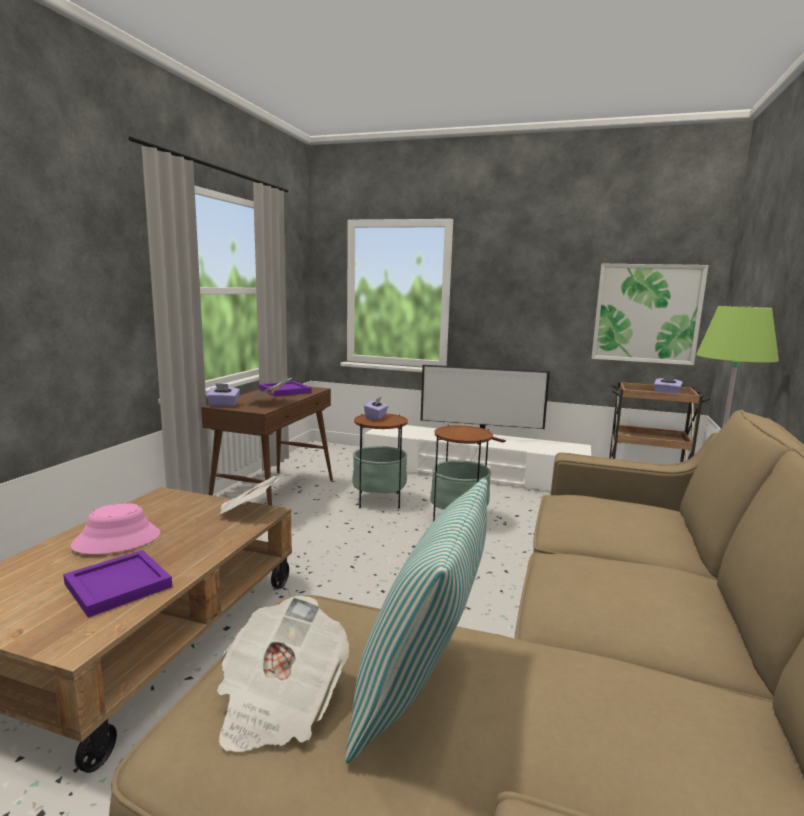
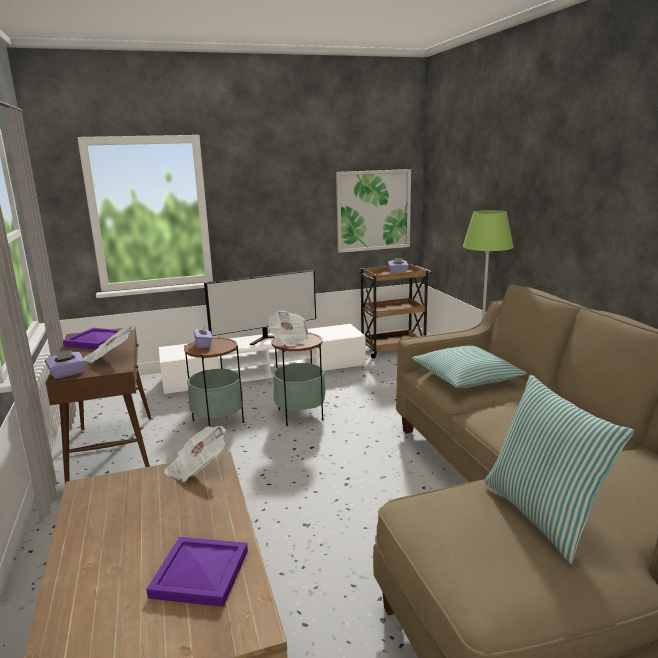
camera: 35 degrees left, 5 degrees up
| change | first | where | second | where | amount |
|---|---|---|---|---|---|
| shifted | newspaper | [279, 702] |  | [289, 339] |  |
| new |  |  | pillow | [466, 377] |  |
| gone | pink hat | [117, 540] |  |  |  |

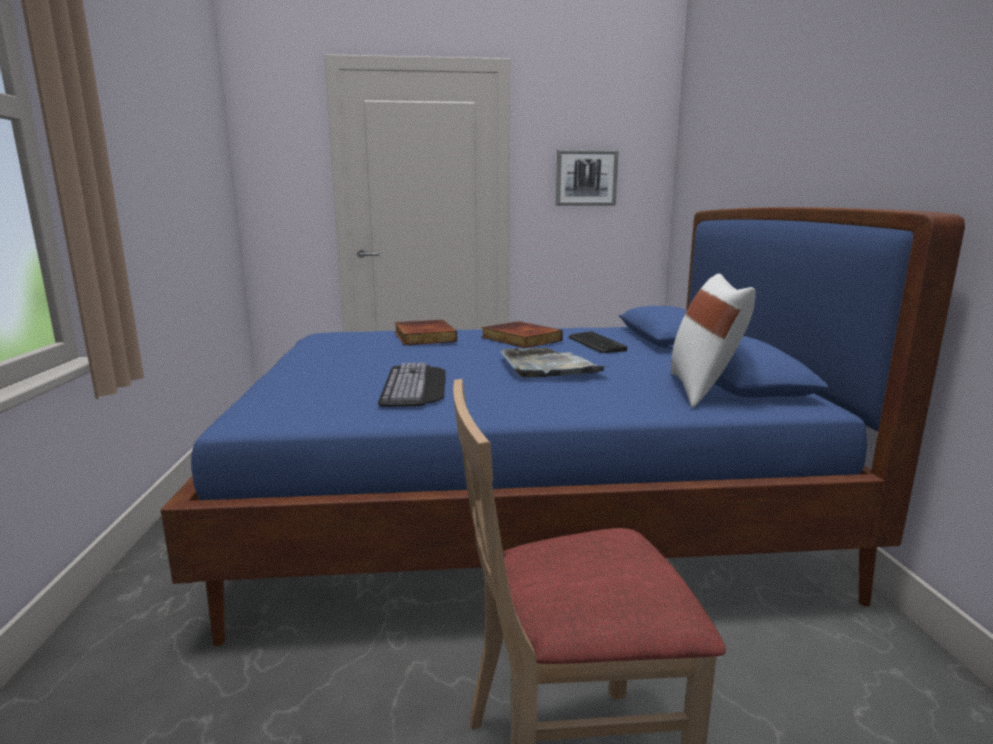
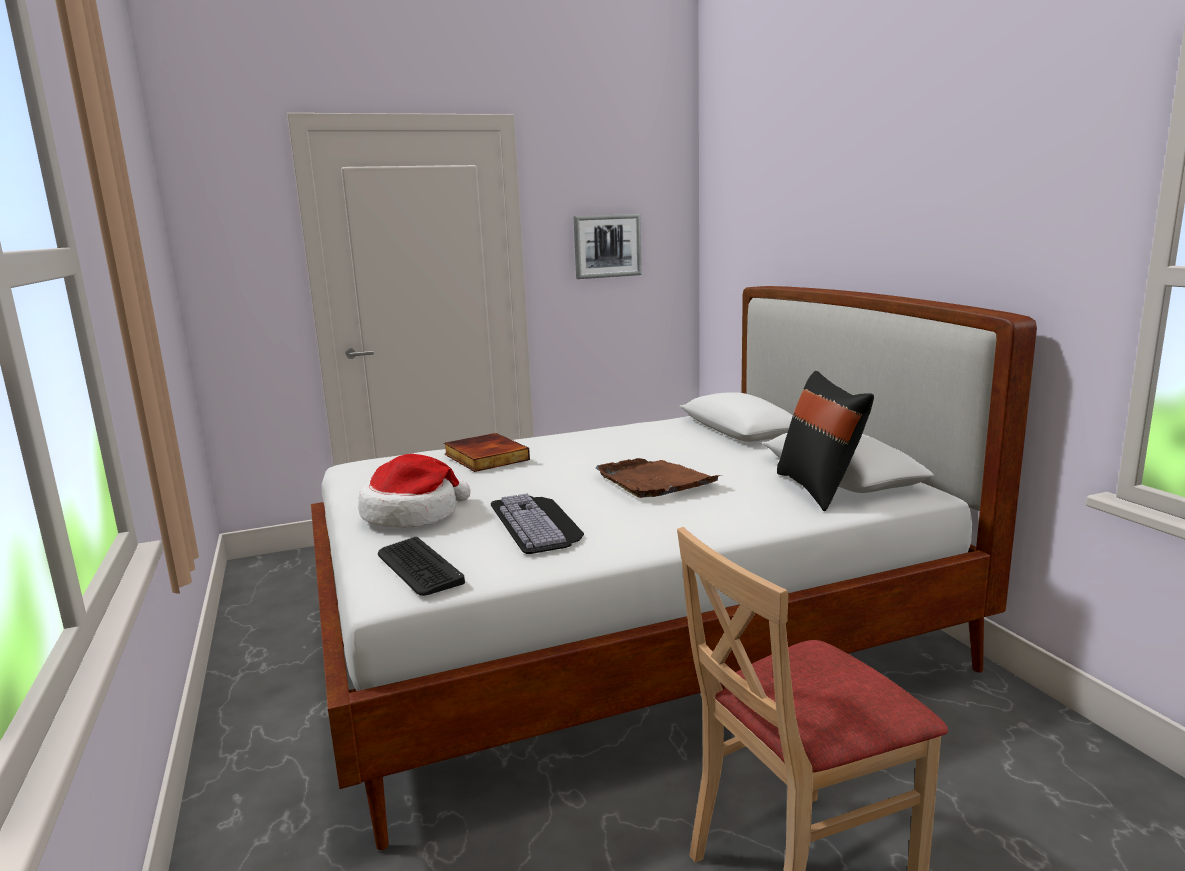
camera: 15 degrees left, 0 degrees up
| change | first | where | second | where | amount |
|---|---|---|---|---|---|
| repainted | blue bed | [522, 510] | white bed | [624, 637] |  |
| new |  |  | hat | [413, 514] |  |
| shifted | keyboard | [595, 343] |  | [418, 567] |  |
| repainted | grey tray | [548, 367] | brown tray | [654, 481] |  |
| repainted | white pillow | [703, 390] | black pillow | [819, 489] |  |
| gone | book | [520, 339] |  |  |  |

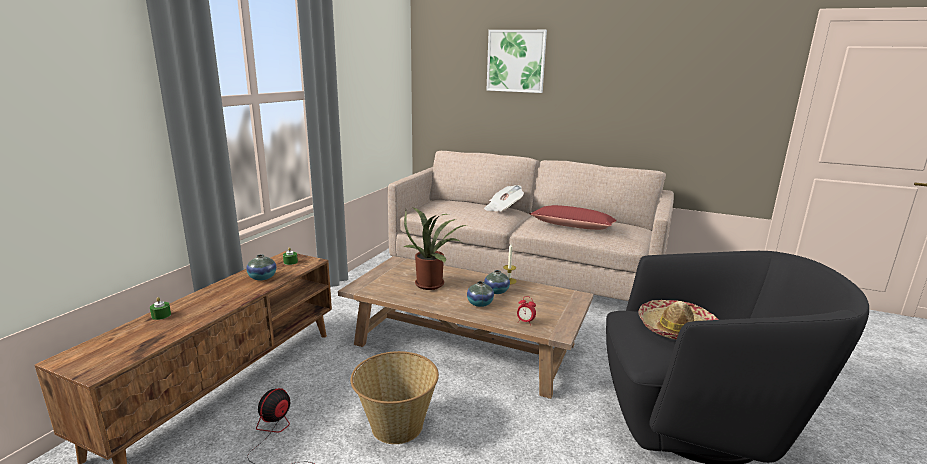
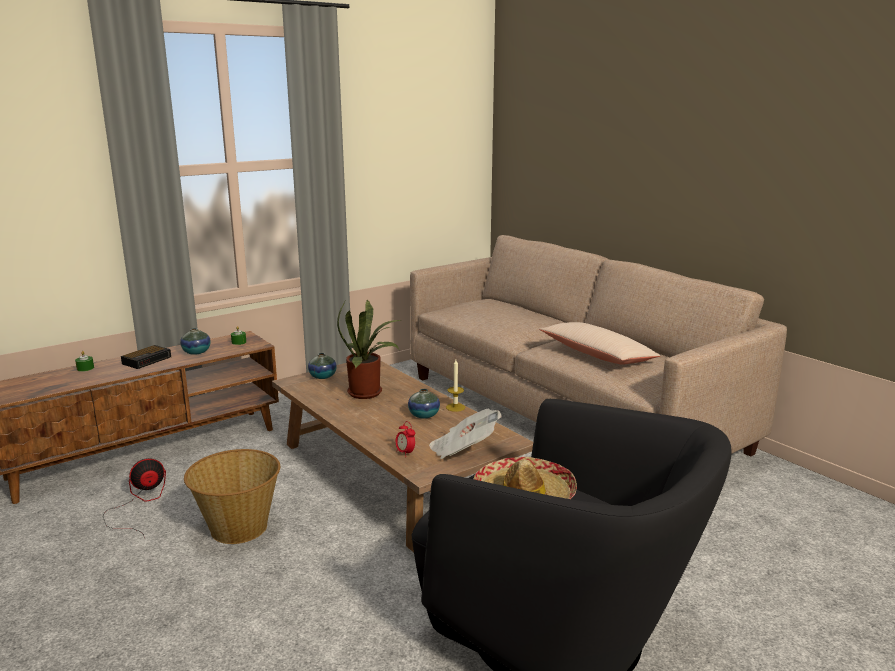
camera: 30 degrees right, 0 degrees up
| change | first | where | second | where | amount |
|---|---|---|---|---|---|
| new |  |  | alarm clock | [147, 360] |  |
| shifted | vase | [480, 304] |  | [322, 376] |  |
| shifted | newspaper | [503, 208] |  | [463, 450] |  |
| repainted | red pillow | [572, 226] | beige pillow | [597, 355] |  |
| gone | picture | [516, 61] |  |  |  |

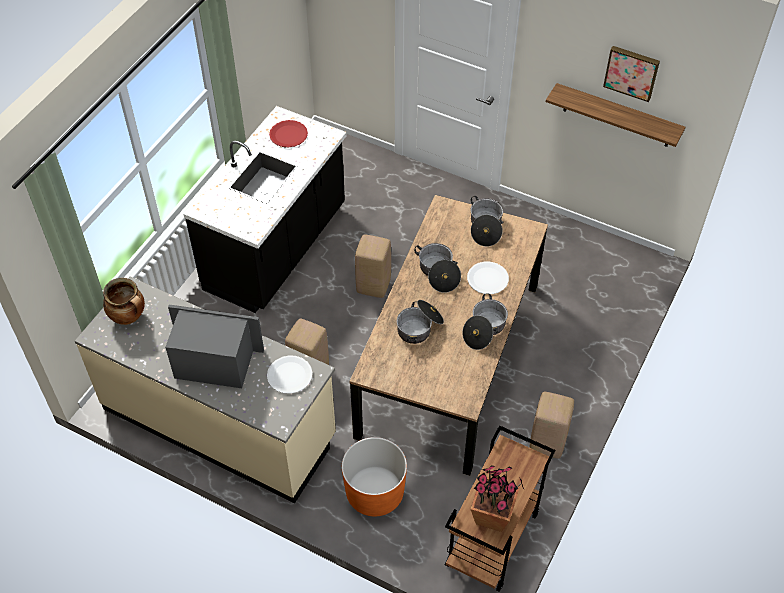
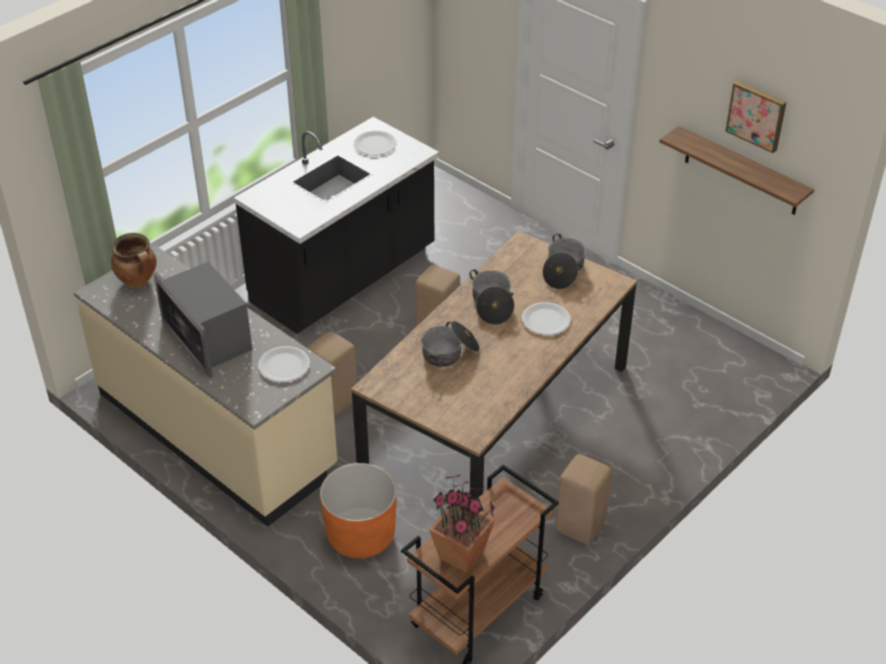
camera: 15 degrees right, 10 degrees down
| change | first | where | second | where | amount |
|---|---|---|---|---|---|
| rotated | microwave | [214, 362] |  | [209, 339] | 150 degrees counterclockwise |
| repainted | red plate | [288, 135] | white plate | [375, 144] |  |
| gone | cooking pot | [484, 329] |  |  |  |

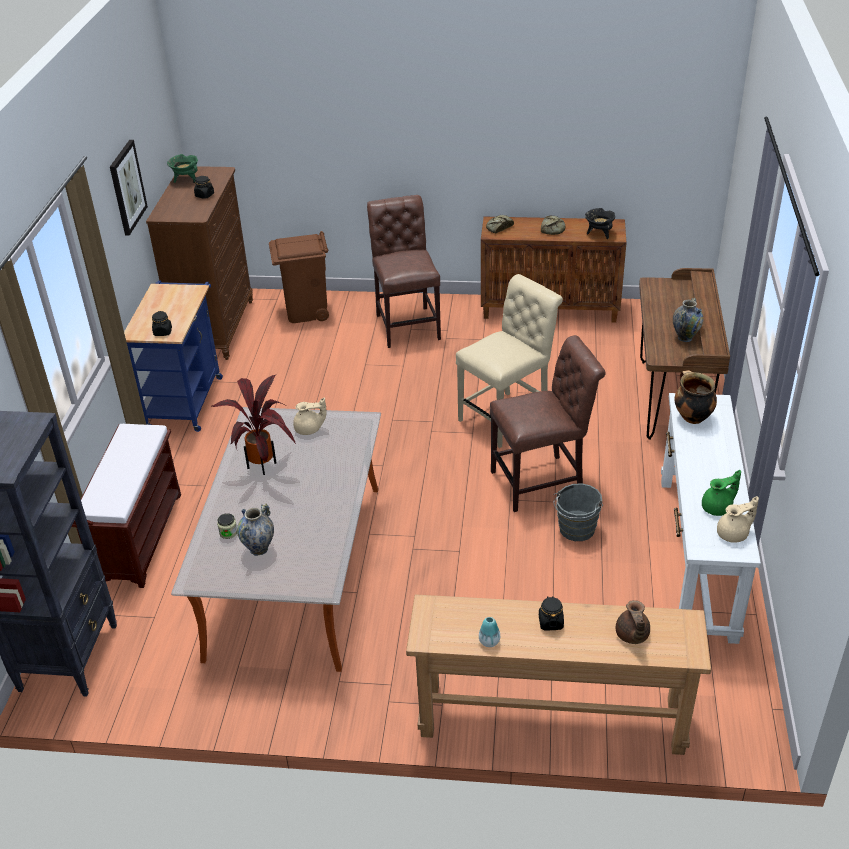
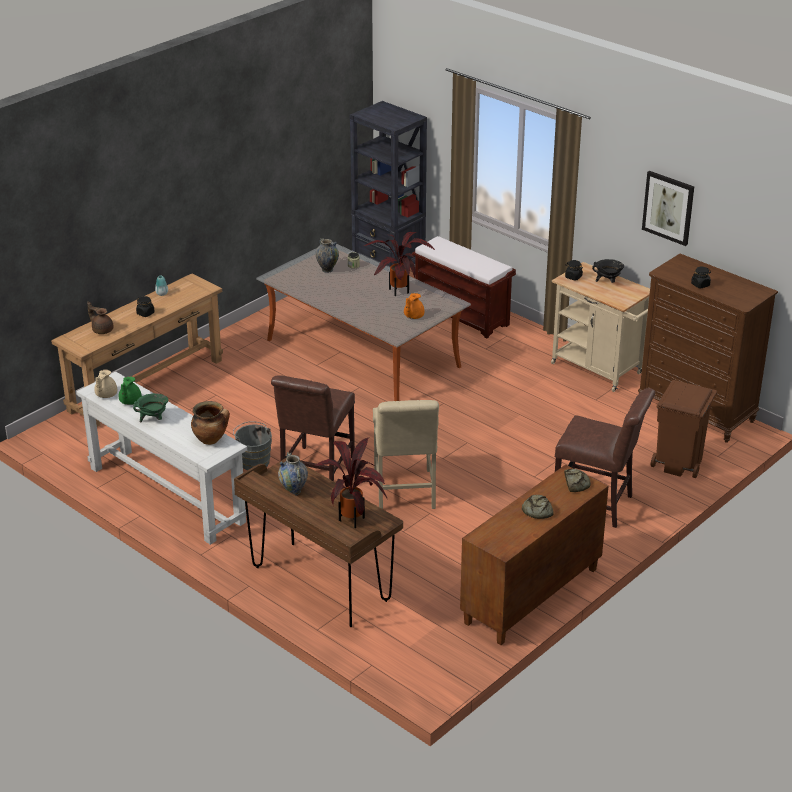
camera: 125 degrees right, 5 degrees down
| change | first | where | second | where | amount |
|---|---|---|---|---|---|
| shifted | green cooking pot | [186, 180] |  | [153, 419] |  |
| new |  |  | potted plant | [354, 519] |  |
| repainted | beige teapot | [309, 429] | orange teapot | [413, 316] |  |
| repainted | blue cart | [186, 399] | beige cart | [601, 370] |  |
| shifted | black cooking pot | [599, 234] |  | [608, 282] |  |

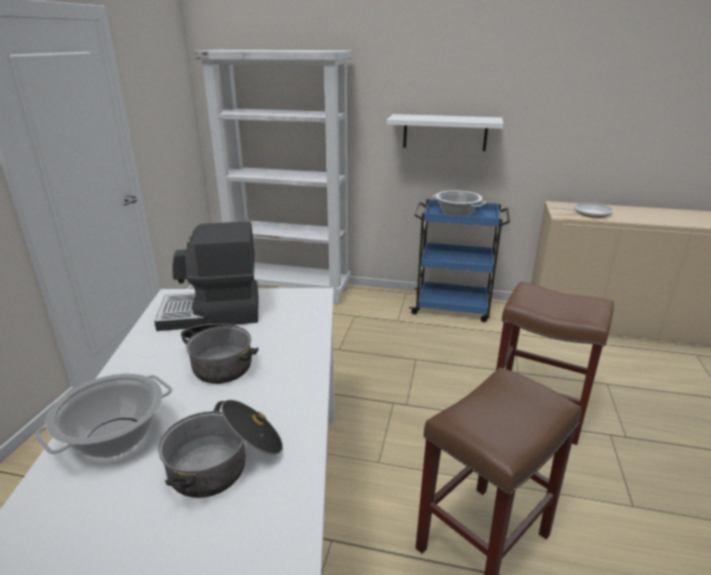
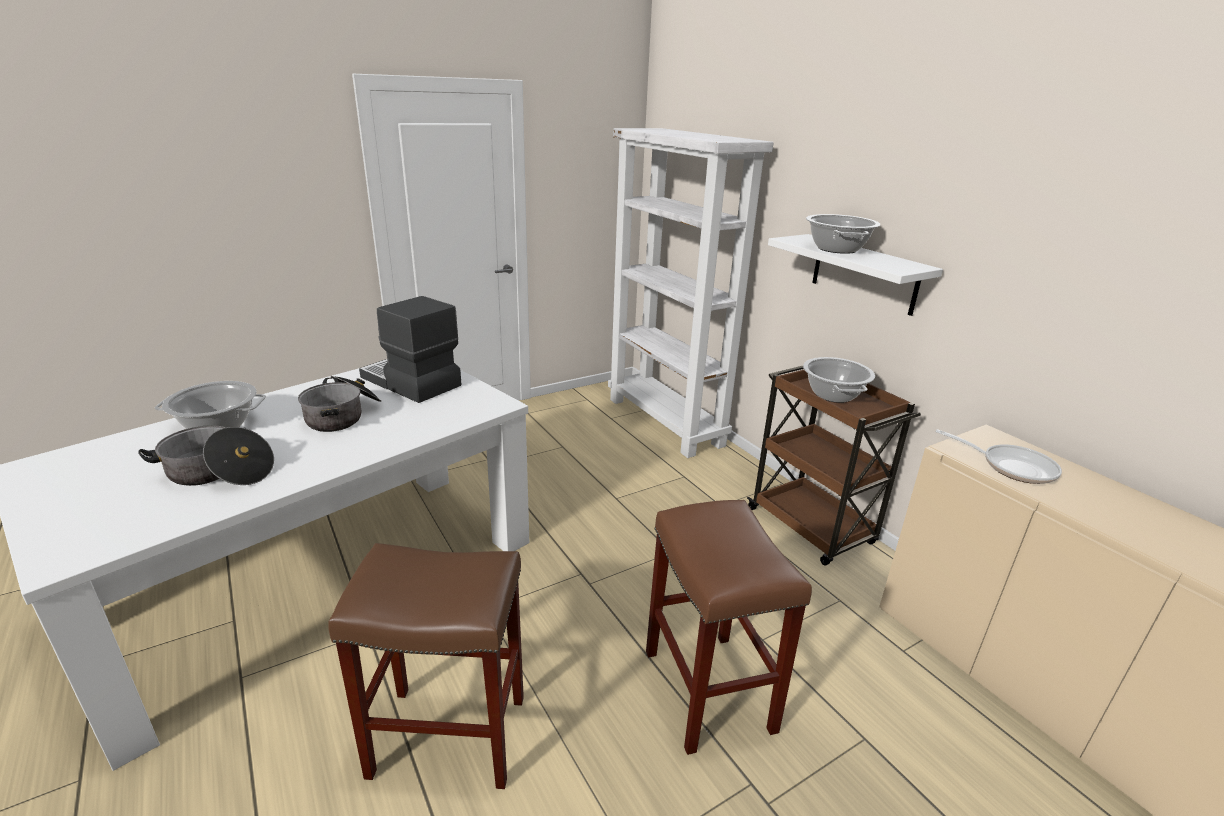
camera: 45 degrees right, 0 degrees up
| change | first | where | second | where | amount |
|---|---|---|---|---|---|
| repainted | blue cart | [452, 307] | brown cart | [812, 527] |  |
| new |  |  | cooking pot | [837, 249] |  |

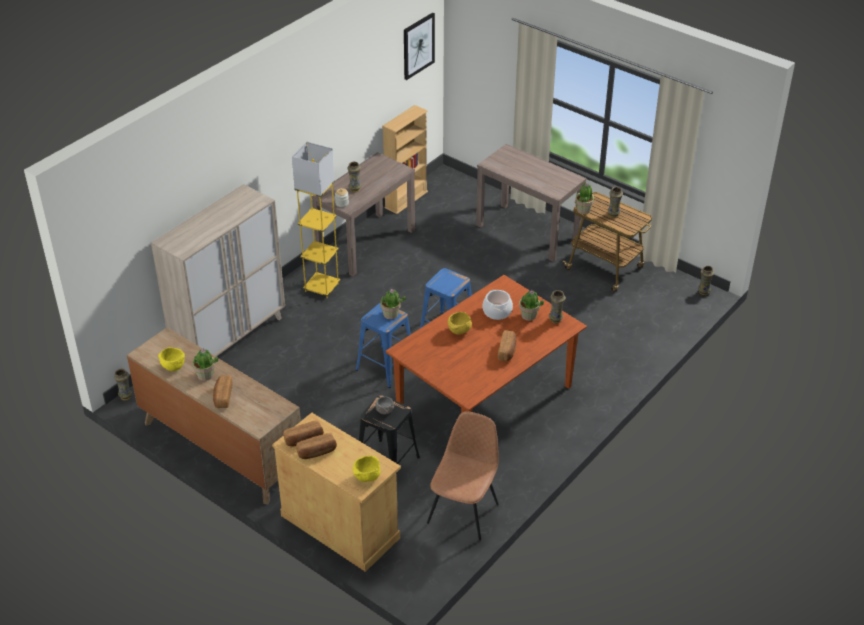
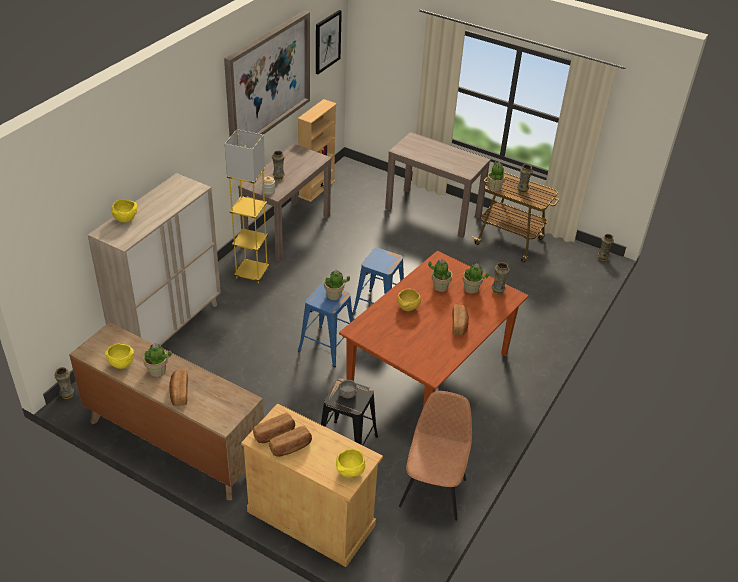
camera: 10 degrees left, 0 degrees up
| change | first | where | second | where | amount |
|---|---|---|---|---|---|
| new |  |  | yellow bowl | [126, 219] |  |
| new |  |  | picture | [267, 80] |  |
| swapped | cooking pot | [497, 312] | potted plant | [440, 286] |  |

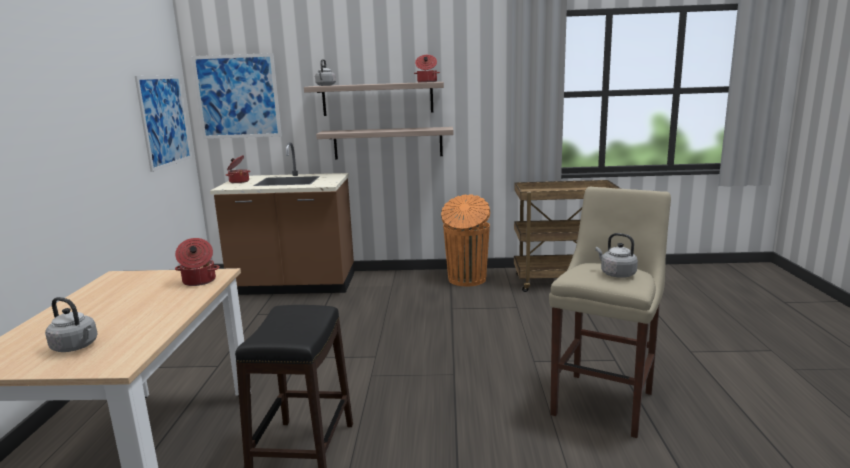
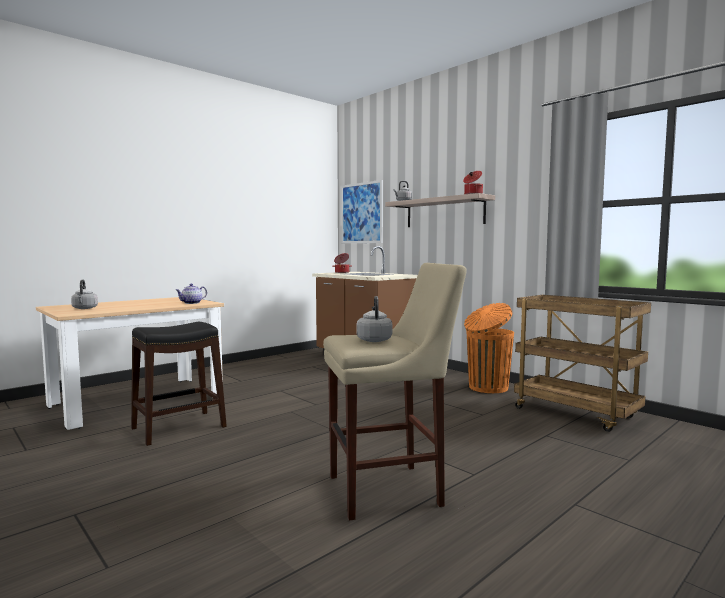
camera: 45 degrees right, 10 degrees down
| change | first | where | second | where | amount |
|---|---|---|---|---|---|
| swapped | cooking pot | [199, 281] | teapot | [191, 303] |  |
| gone | picture | [164, 121] |  |  |  |
| gone | shelf | [388, 143] |  |  |  |

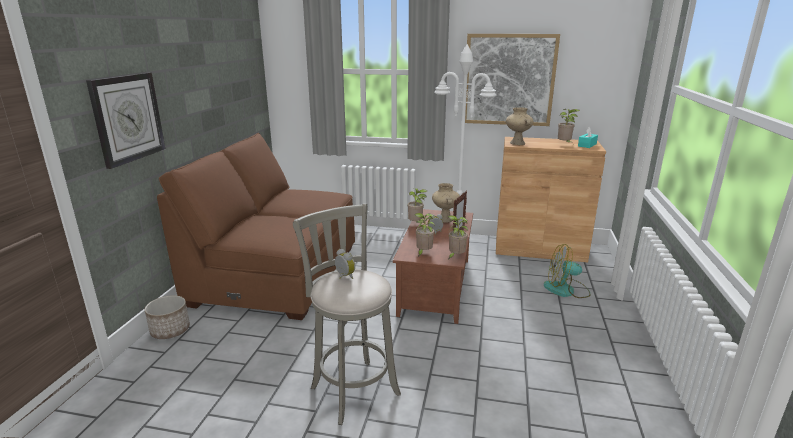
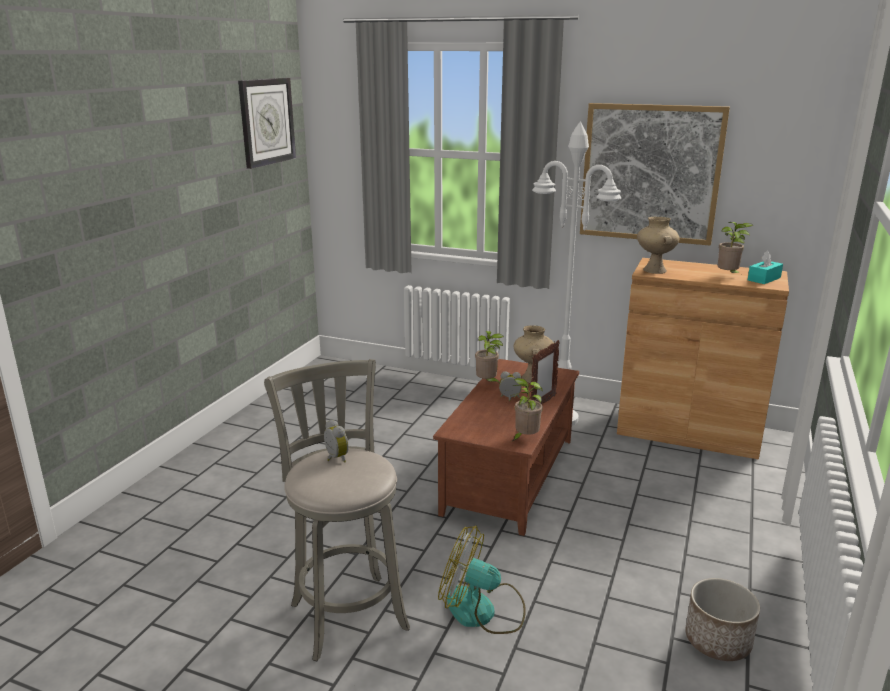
camera: 10 degrees right, 0 degrees up
| change | first | where | second | where | amount |
|---|---|---|---|---|---|
| shifted | wall clock | [127, 118] |  | [266, 121] |  |
| shifted | fan | [566, 290] |  | [482, 611] |  |
| shifted | planter | [170, 330] |  | [717, 640] |  |
| gone | brown sofa | [278, 274] |  |  |  |
| gone | potted plant | [423, 253] |  |  |  |

